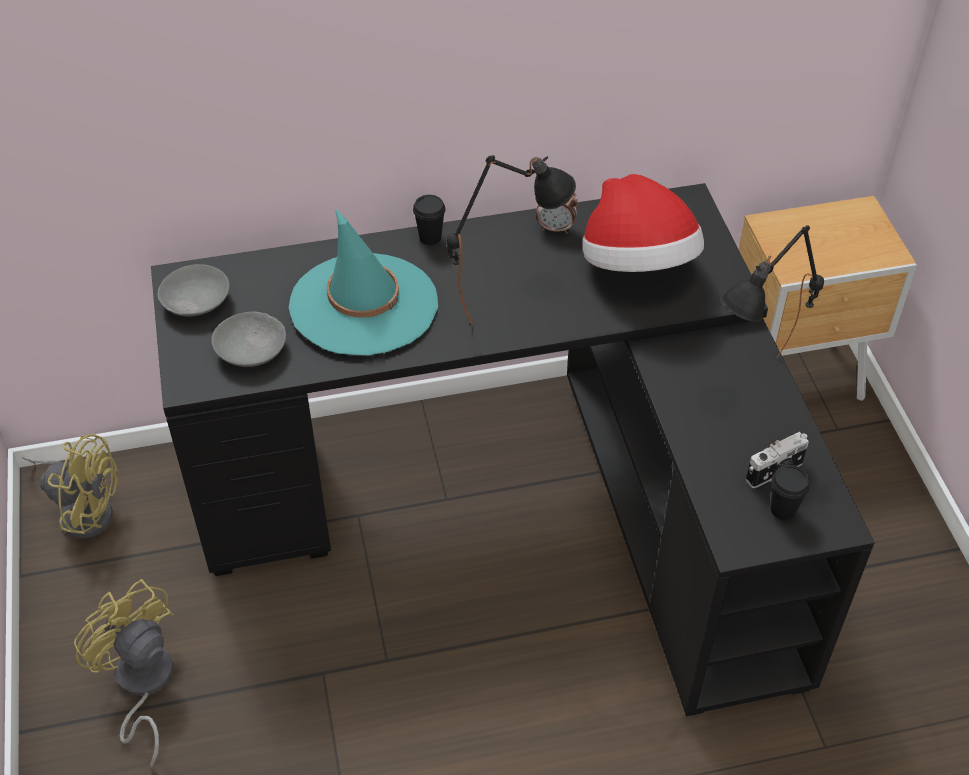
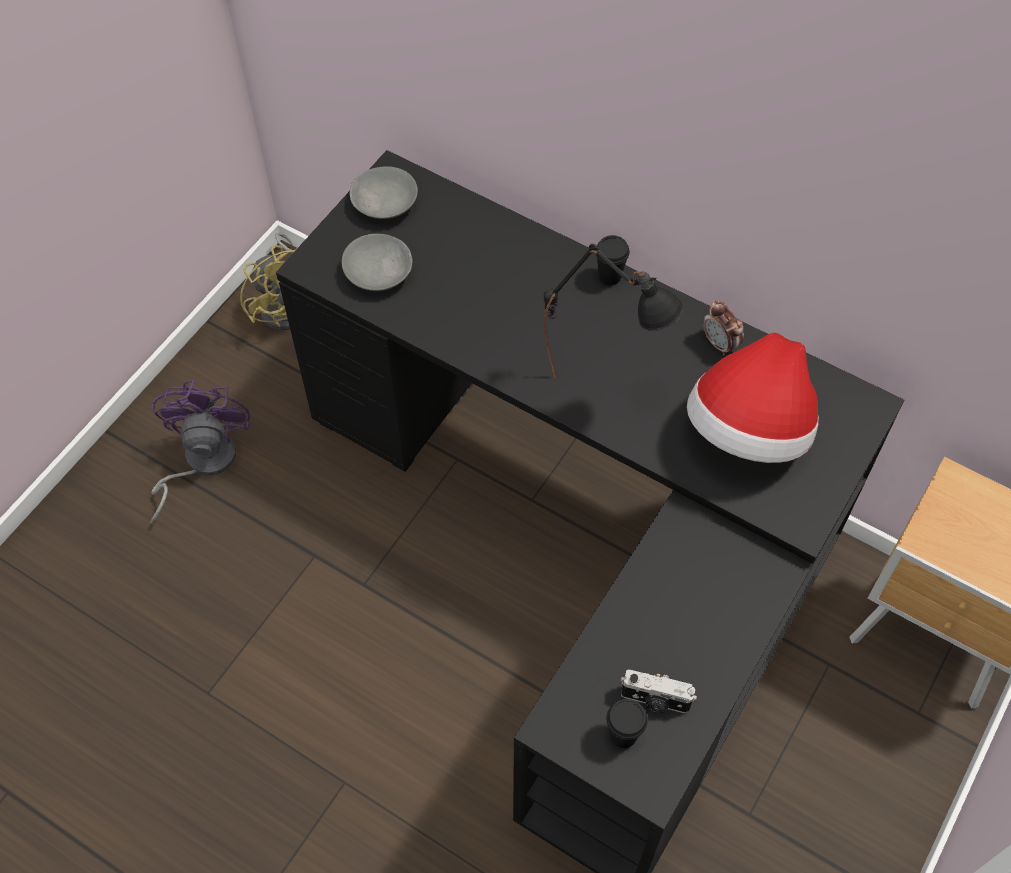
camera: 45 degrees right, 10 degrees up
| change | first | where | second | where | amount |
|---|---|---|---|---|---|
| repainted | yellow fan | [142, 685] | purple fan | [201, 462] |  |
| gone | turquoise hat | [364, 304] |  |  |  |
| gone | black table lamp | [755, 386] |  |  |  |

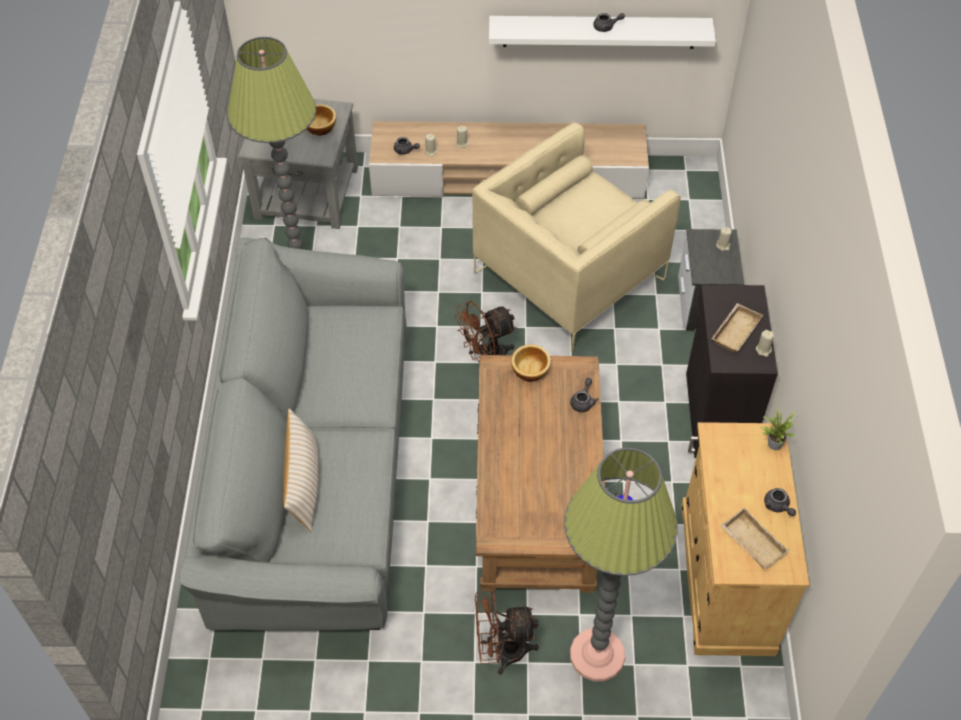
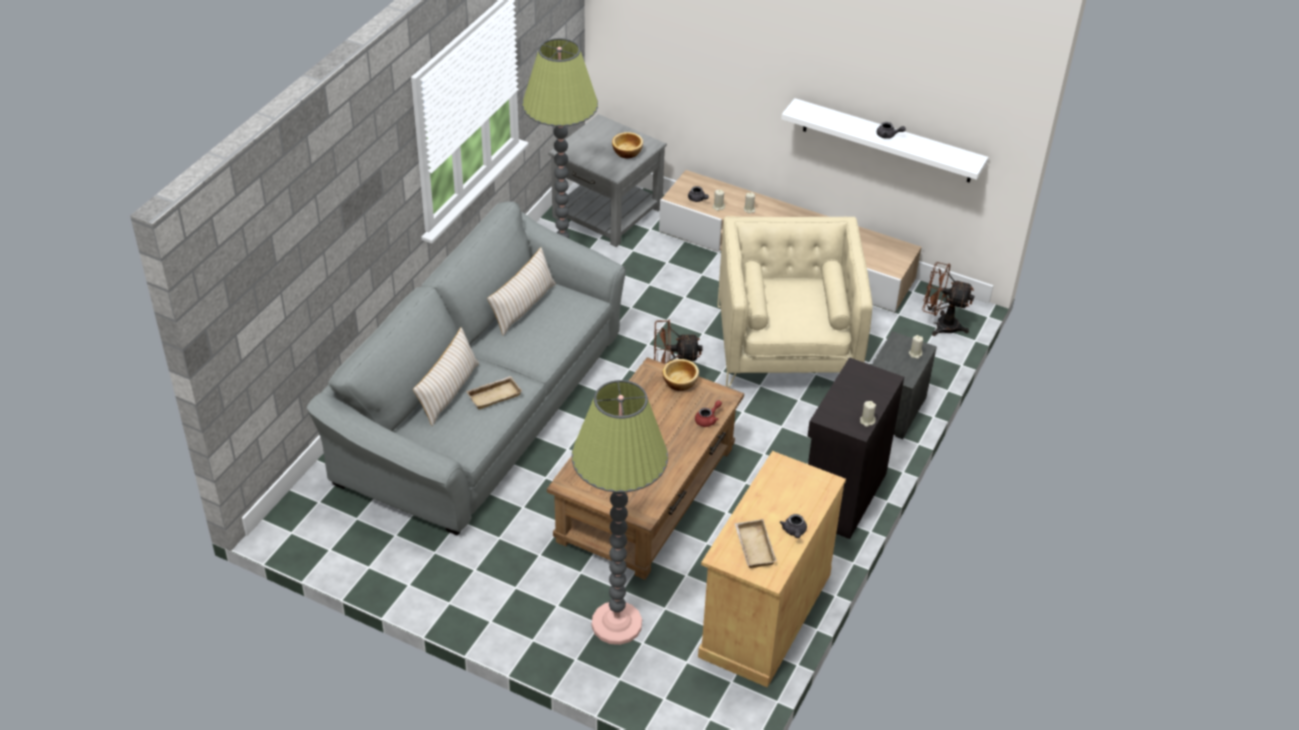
camera: 25 degrees right, 10 degrees down
| change | first | where | second | where | amount |
|---|---|---|---|---|---|
| shifted | beige tray | [735, 330] |  | [494, 395] |  |
| new |  |  | beige pillow | [523, 307] |  |
| repainted | grey teapot | [583, 401] | red teapot | [708, 419] |  |
| rotated | beige armchair | [569, 276] |  | [786, 348] | 105 degrees clockwise |
| shifted | brown fan | [501, 651] |  | [940, 325] |  |
| gone | potted plant | [773, 443] |  |  |  |

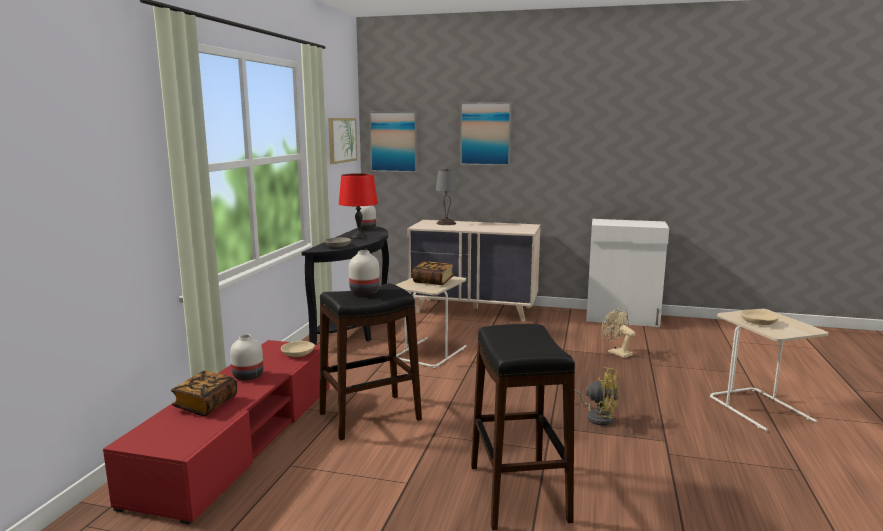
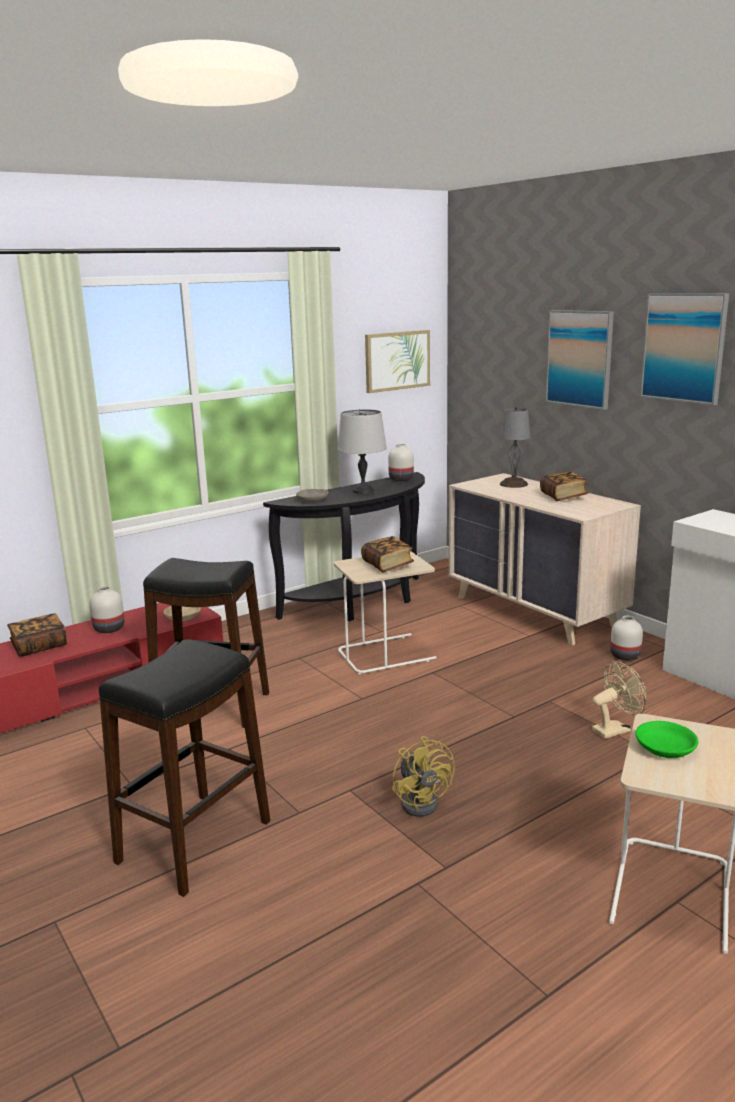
camera: 40 degrees right, 5 degrees up
| change | first | where | second | where | amount |
|---|---|---|---|---|---|
| repainted | red table lamp | [359, 237] | grey table lamp | [363, 490] |  |
| new |  |  | book | [563, 496] |  |
| rotated | beige fan | [616, 353] |  | [615, 729] | 60 degrees clockwise |
| shifted | white vase | [365, 292] |  | [625, 656] |  |
| repainted | beige bowl | [758, 322] | green bowl | [664, 748] |  |
| shifted | picture | [394, 142] |  | [684, 347] |  |

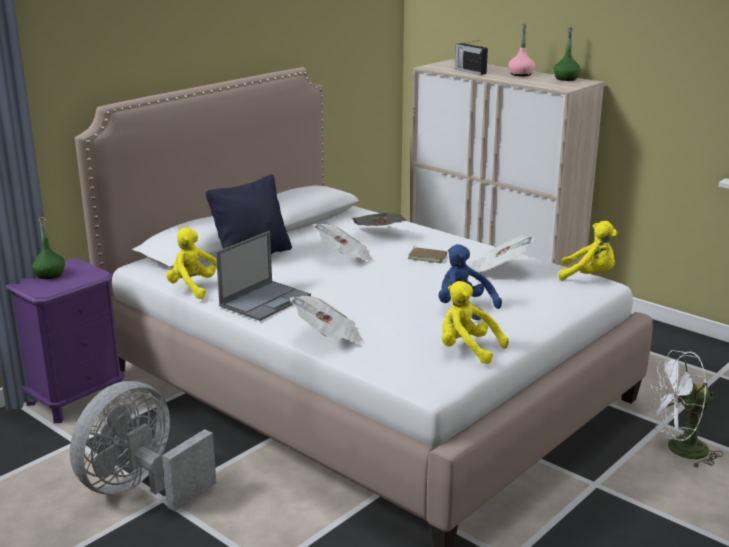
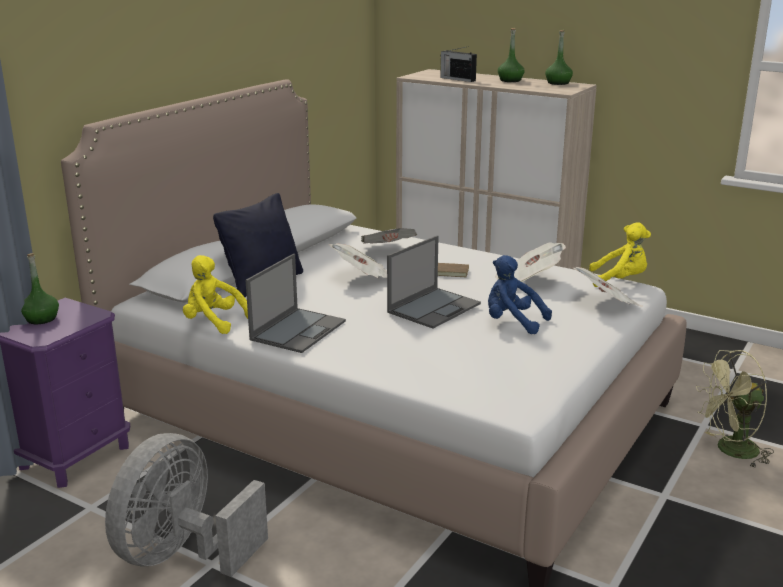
camera: 10 degrees left, 0 degrees up
| change | first | where | second | where | amount |
|---|---|---|---|---|---|
| new |  |  | laptop | [434, 307] |  |
| repainted | pink bottle | [520, 74] | green bottle | [510, 80] |  |
| shifted | newspaper | [328, 337] |  | [606, 304] |  |
| repainted | white fan | [679, 450] | green fan | [730, 451] |  |
| gone | yellow plush toy | [467, 350] |  |  |  |

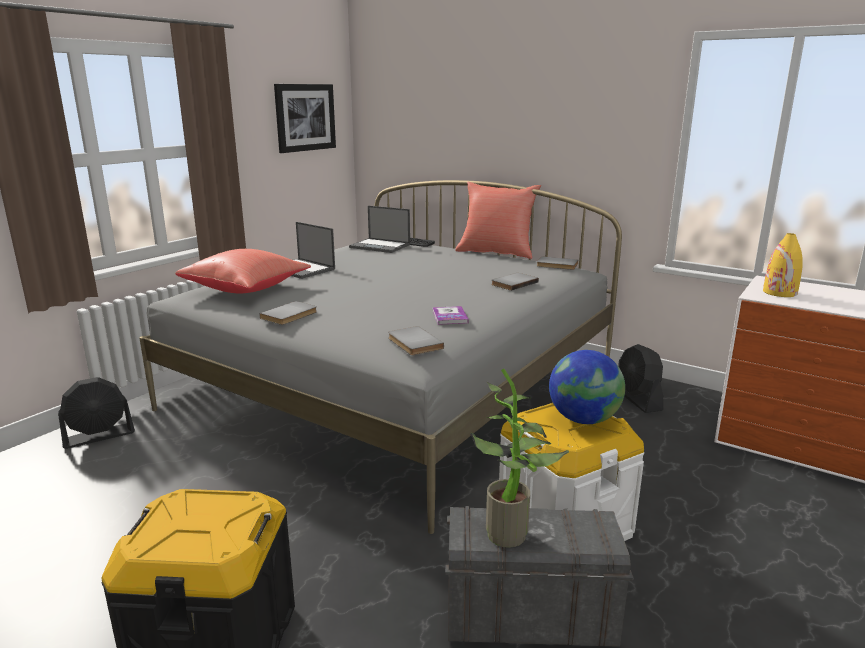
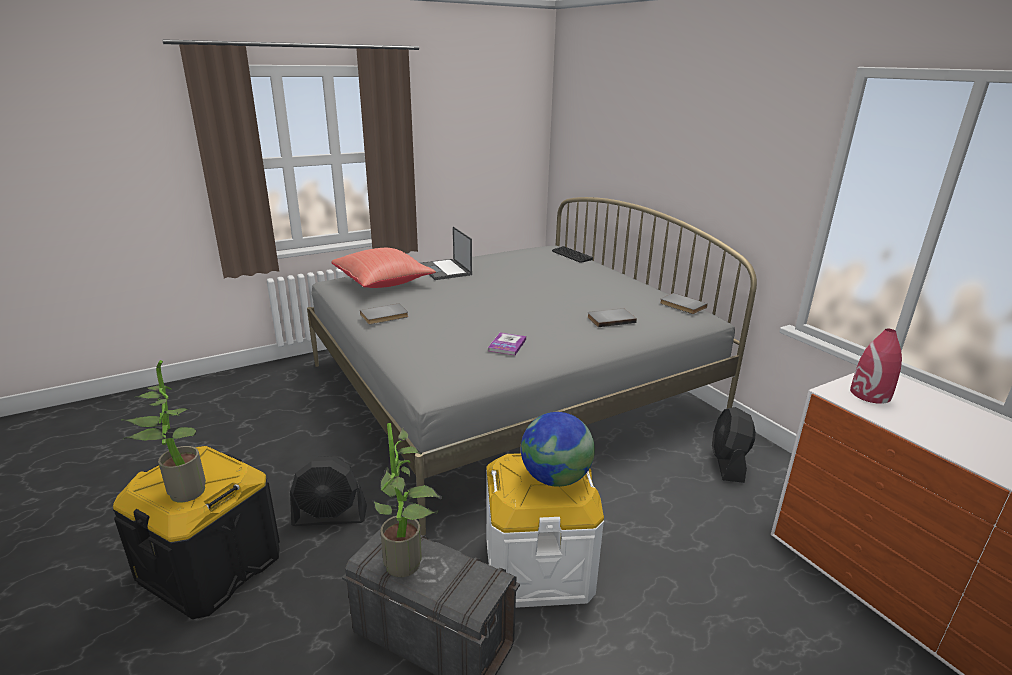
camera: 25 degrees right, 5 degrees up
| change | first | where | second | where | amount |
|---|---|---|---|---|---|
| new |  |  | potted plant | [181, 493] |  |
| shifted | black fan | [99, 436] |  | [330, 516] |  |
| repainted | yellow vase | [780, 292] | red vase | [870, 394] |  |
| gone | picture | [305, 117] |  |  |  |
| gone | laptop | [380, 246] |  |  |  |
| gone | grey book | [413, 343] |  |  |  |
| gone | red pillow | [496, 252] |  |  |  |

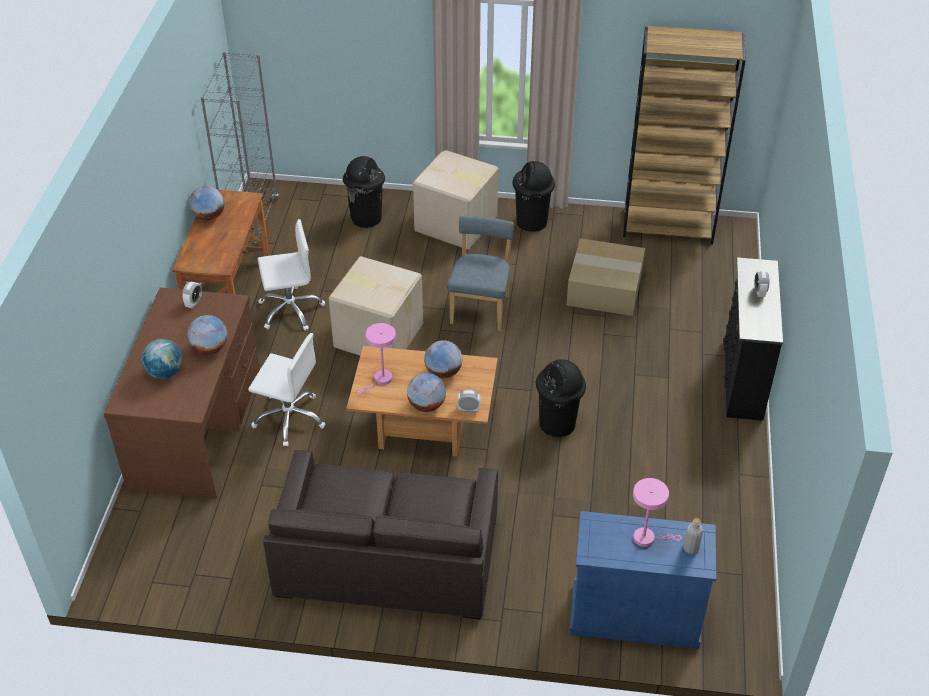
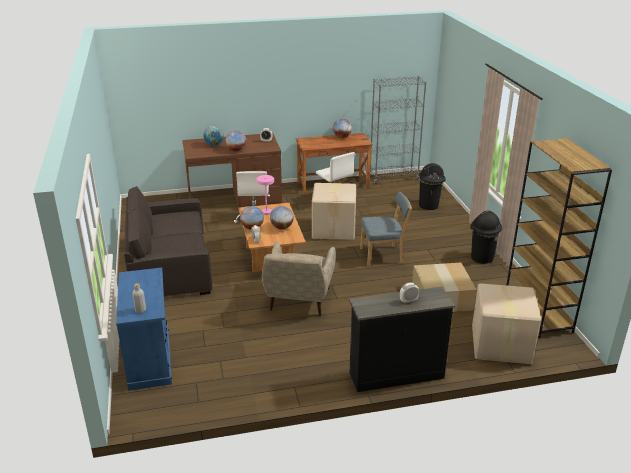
camera: 70 degrees right, 15 degrees down
| change | first | where | second | where | amount |
|---|---|---|---|---|---|
| swapped | black trash can | [557, 424] | beige armchair | [298, 301] |  |
| shifted | cardboard box | [456, 224] |  | [500, 345] |  |
| gone | pink table lamp | [647, 538] |  |  |  |

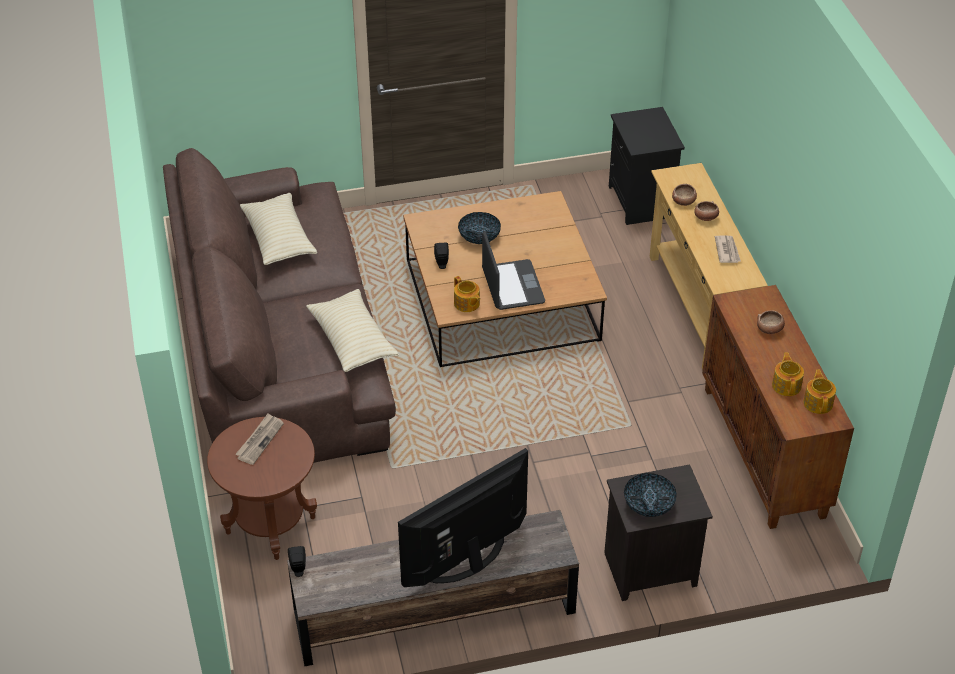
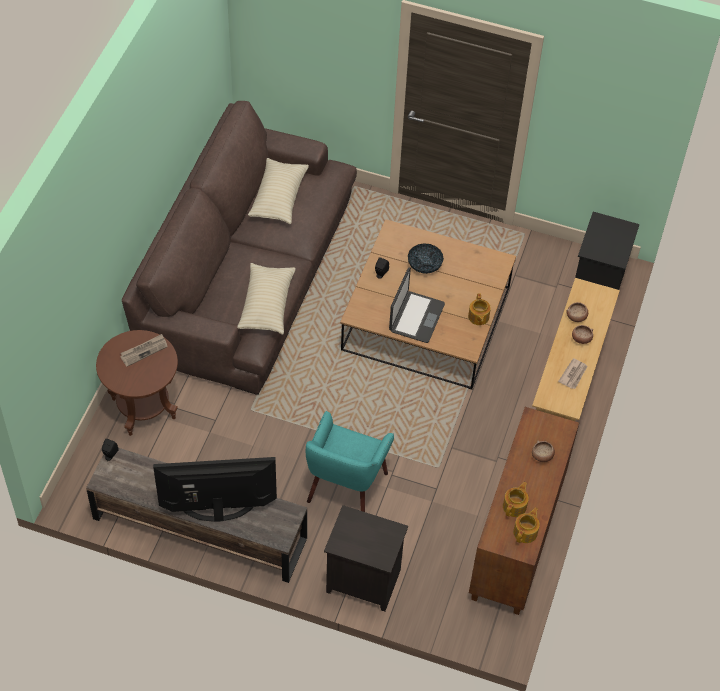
camera: 30 degrees right, 10 degrees up
| change | first | where | second | where | amount |
|---|---|---|---|---|---|
| new |  |  | turquoise armchair | [345, 487] |  |
| shifted | teapot | [467, 304] |  | [478, 317] |  |
| gone | bowl | [648, 505] |  |  |  |

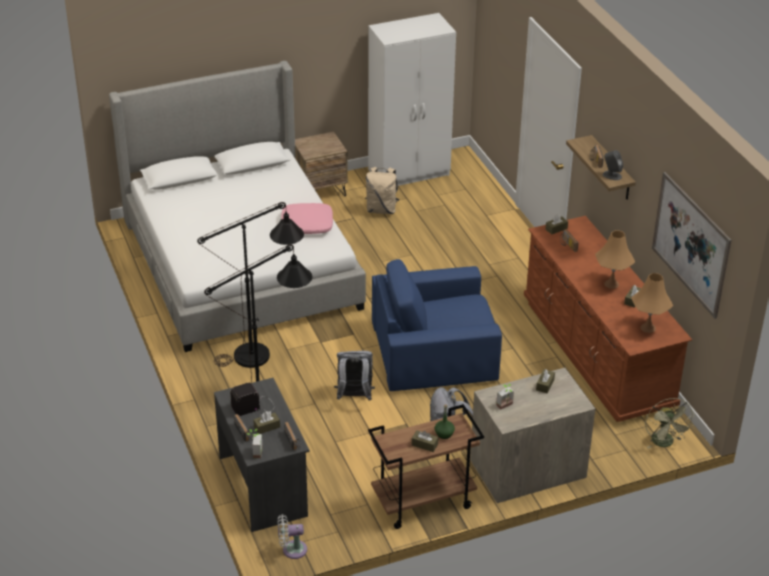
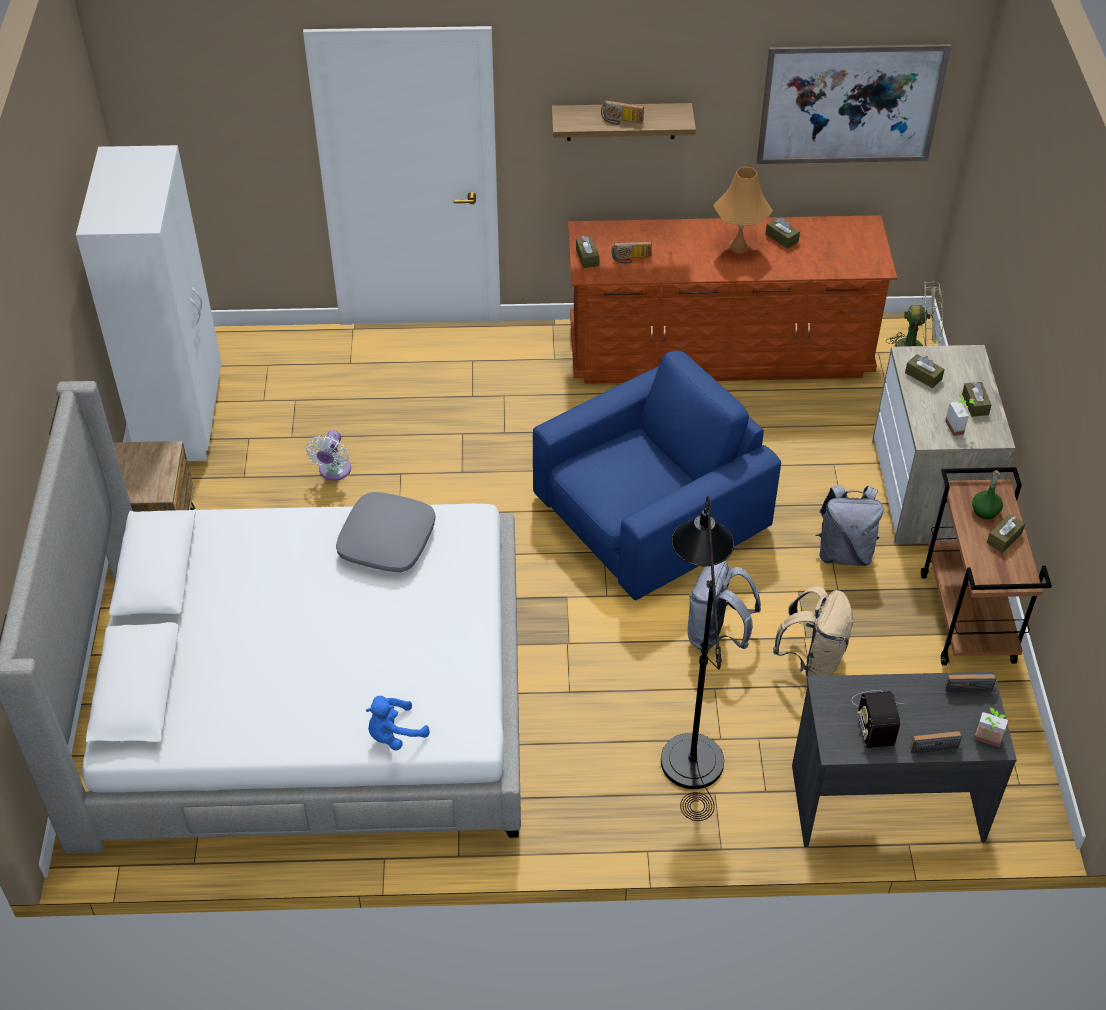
camera: 70 degrees left, 10 degrees up
| change | first | where | second | where | amount |
|---|---|---|---|---|---|
| shifted | white fan | [292, 550] |  | [333, 471] |  |
| repainted | pink pillow | [307, 224] | grey pillow | [386, 540] |  |
| new |  |  | blue plush toy | [394, 735] |  |
| rotated | blue armchair | [435, 352] |  | [650, 514] | 135 degrees counterclockwise |
| shifted | beige backpack | [381, 209] |  | [812, 661] |  |
| shifted | brown tissue box | [267, 427] |  | [975, 404] |  |
| gone | black floor lamp | [262, 354] |  |  |  |
| gone | grey speaker | [611, 175] |  |  |  |
| gone | orange table lamp | [648, 328] |  |  |  |

